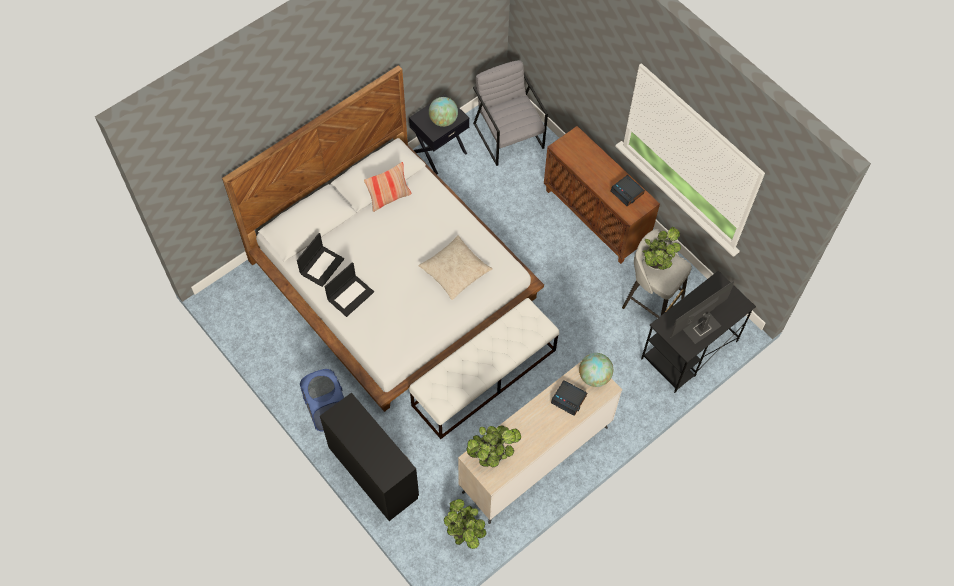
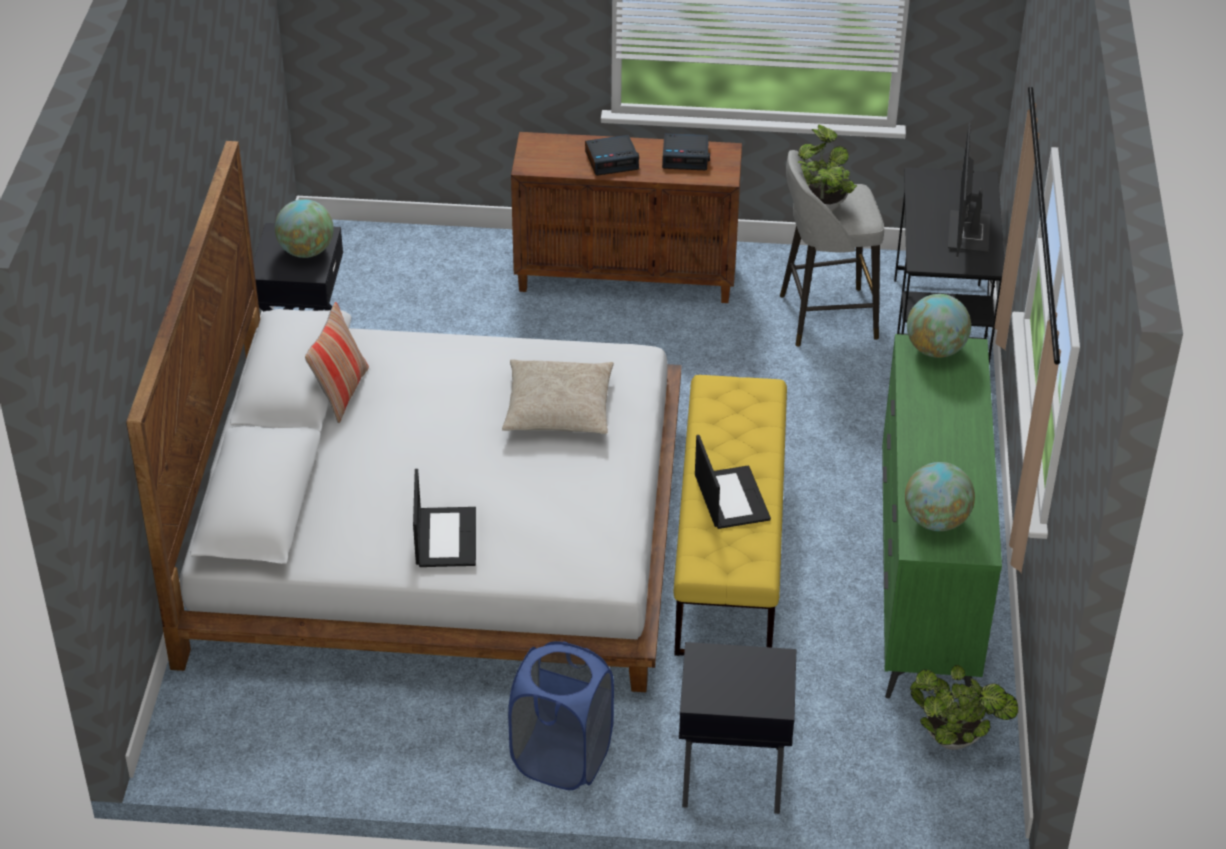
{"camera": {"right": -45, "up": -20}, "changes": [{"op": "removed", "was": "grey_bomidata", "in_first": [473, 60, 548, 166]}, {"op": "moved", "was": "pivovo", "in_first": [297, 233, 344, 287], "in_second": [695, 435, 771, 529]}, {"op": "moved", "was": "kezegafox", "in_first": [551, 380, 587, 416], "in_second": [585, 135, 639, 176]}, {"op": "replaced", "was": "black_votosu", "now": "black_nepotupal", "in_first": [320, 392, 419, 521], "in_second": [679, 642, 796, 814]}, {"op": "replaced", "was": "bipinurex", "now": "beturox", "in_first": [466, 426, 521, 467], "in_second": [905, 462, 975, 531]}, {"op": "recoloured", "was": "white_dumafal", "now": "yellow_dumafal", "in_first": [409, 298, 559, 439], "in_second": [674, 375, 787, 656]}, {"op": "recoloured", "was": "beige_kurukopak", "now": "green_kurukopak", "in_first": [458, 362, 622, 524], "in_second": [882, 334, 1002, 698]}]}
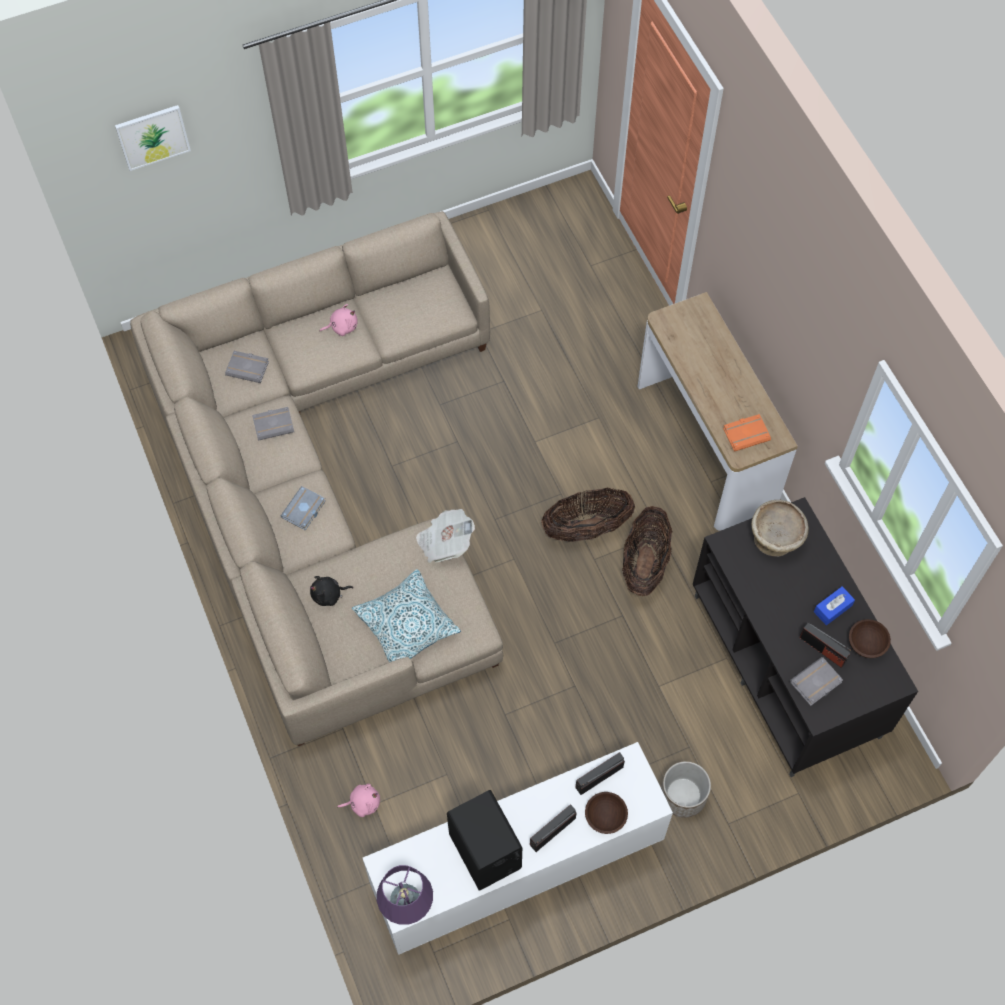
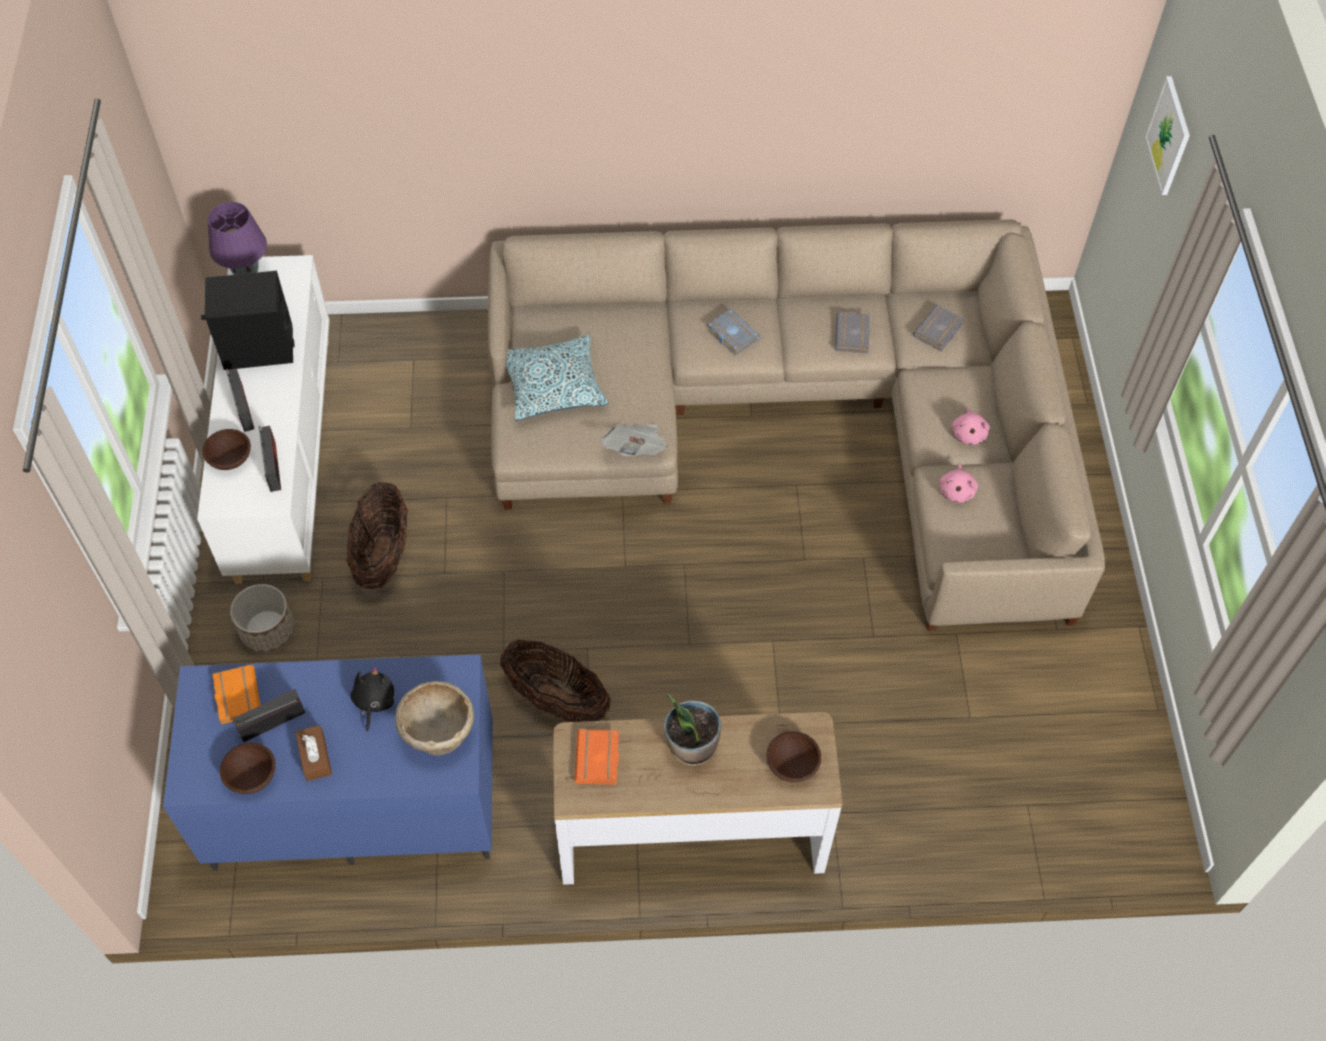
{"camera": {"right": 110, "up": -5}, "changes": [{"op": "added", "now": "bipinurex", "in_second": [664, 694, 721, 766]}, {"op": "added", "now": "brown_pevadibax", "in_second": [766, 731, 821, 783]}, {"op": "moved", "was": "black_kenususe", "in_first": [310, 576, 353, 606], "in_second": [350, 666, 394, 732]}, {"op": "moved", "was": "pink_kenususe", "in_first": [337, 784, 380, 817], "in_second": [939, 463, 978, 503]}, {"op": "moved", "was": "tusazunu", "in_first": [541, 488, 635, 542], "in_second": [346, 482, 408, 589]}, {"op": "recoloured", "was": "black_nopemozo", "now": "blue_nopemozo", "in_first": [692, 497, 918, 777], "in_second": [163, 654, 493, 871]}, {"op": "recoloured", "was": "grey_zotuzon", "now": "orange_zotuzon", "in_first": [790, 657, 843, 706], "in_second": [212, 665, 260, 724]}, {"op": "recoloured", "was": "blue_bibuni", "now": "brown_bibuni", "in_first": [814, 586, 855, 625], "in_second": [295, 725, 332, 781]}]}
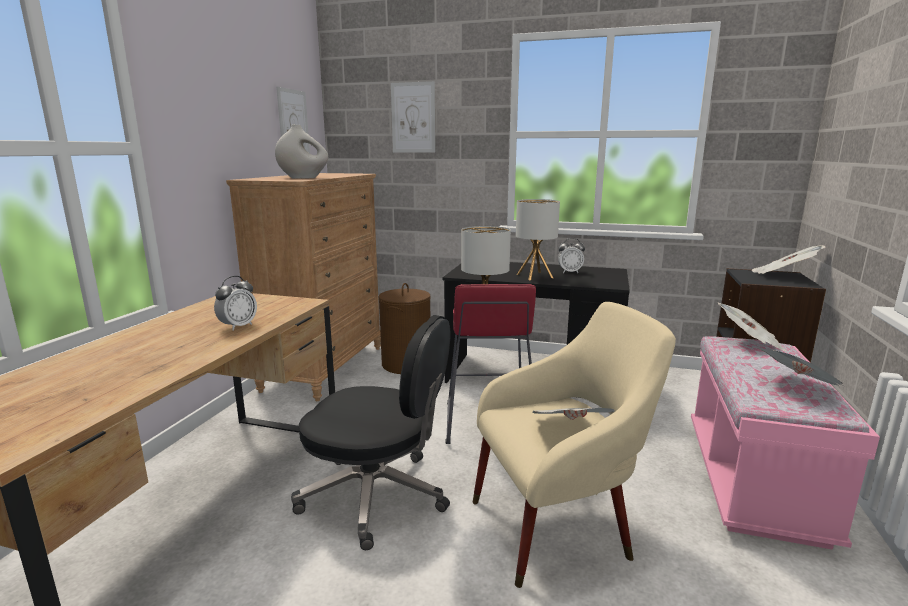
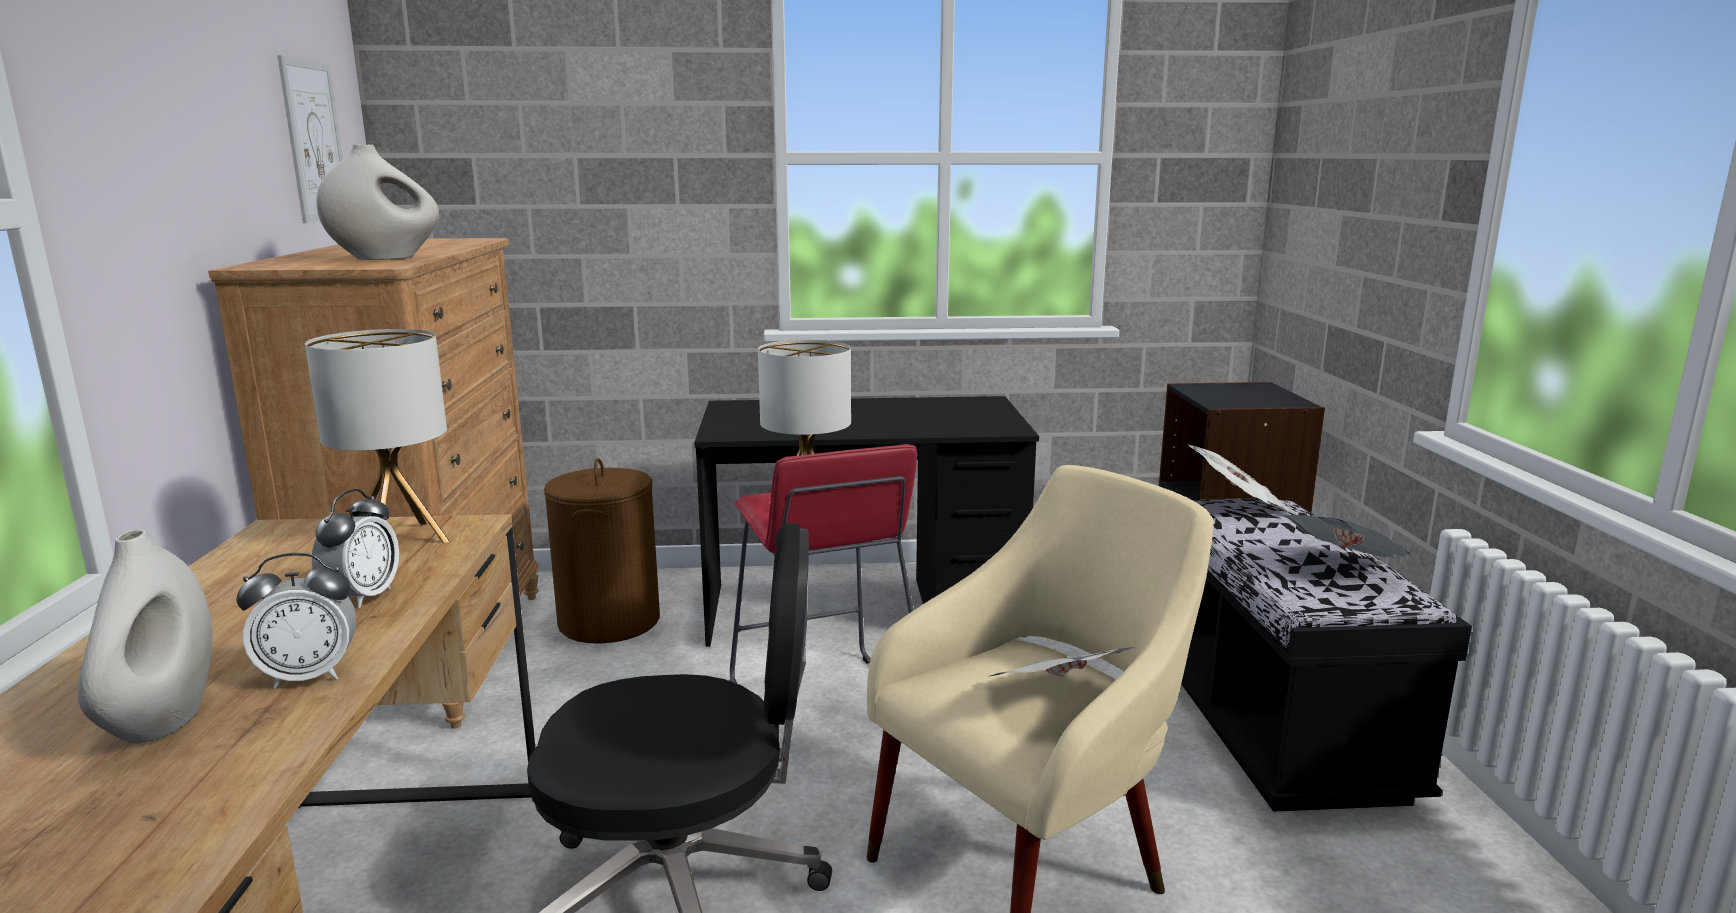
{"camera": {"right": -20, "up": 0}, "changes": [{"op": "removed", "was": "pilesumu", "in_first": [391, 81, 435, 153]}, {"op": "removed", "was": "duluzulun", "in_first": [751, 245, 825, 274]}, {"op": "added", "now": "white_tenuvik", "in_second": [77, 529, 212, 744]}, {"op": "moved", "was": "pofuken", "in_first": [516, 199, 560, 280], "in_second": [305, 329, 450, 543]}, {"op": "moved", "was": "kezegafox", "in_first": [558, 238, 585, 273], "in_second": [237, 553, 356, 688]}, {"op": "recoloured", "was": "pink_dumafal", "now": "black_dumafal", "in_first": [691, 336, 880, 550], "in_second": [1181, 498, 1472, 812]}]}
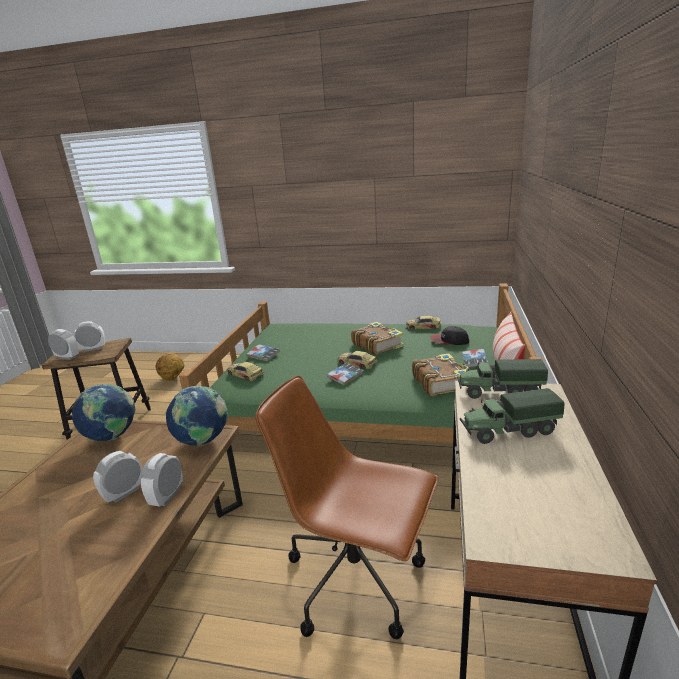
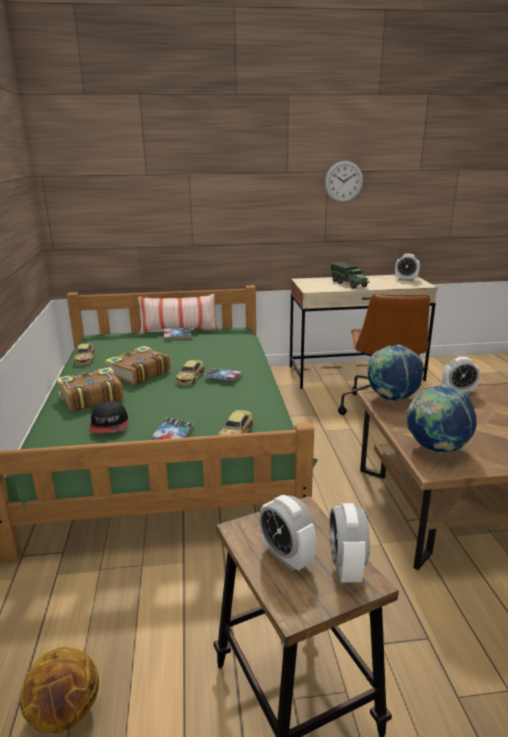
{"camera": {"right": -110, "up": 0}, "changes": [{"op": "removed", "was": "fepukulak", "in_first": [457, 359, 548, 399]}, {"op": "added", "now": "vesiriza", "in_second": [325, 161, 363, 202]}, {"op": "moved", "was": "kezegafox", "in_first": [93, 451, 143, 503], "in_second": [395, 254, 420, 281]}, {"op": "moved", "was": "zotuzon", "in_first": [412, 353, 469, 396], "in_second": [56, 367, 123, 411]}, {"op": "moved", "was": "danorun", "in_first": [431, 326, 469, 345], "in_second": [89, 401, 128, 433]}]}
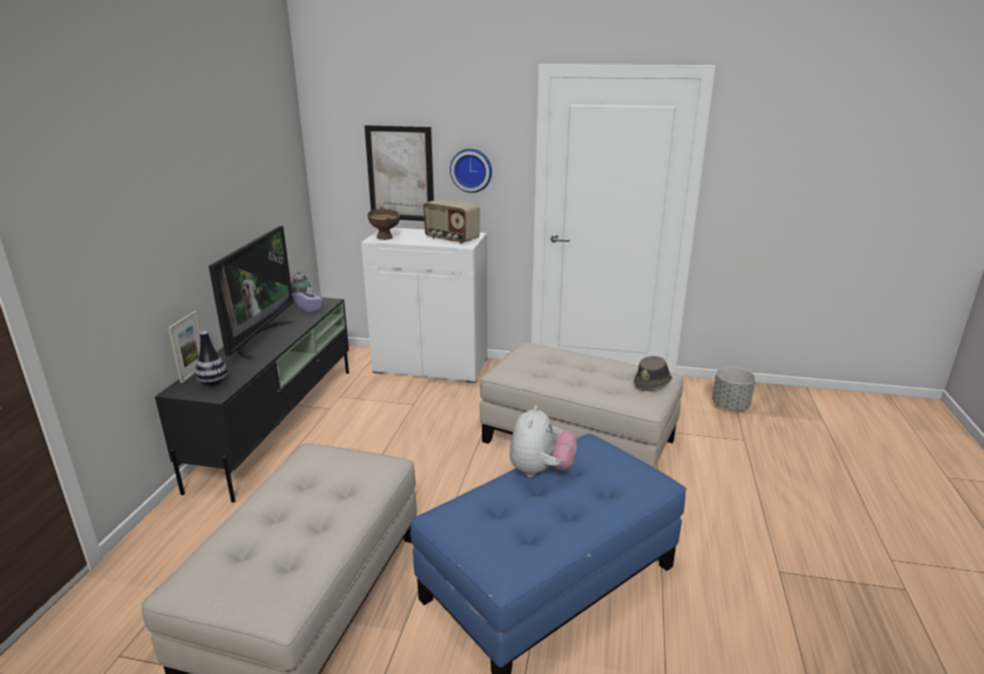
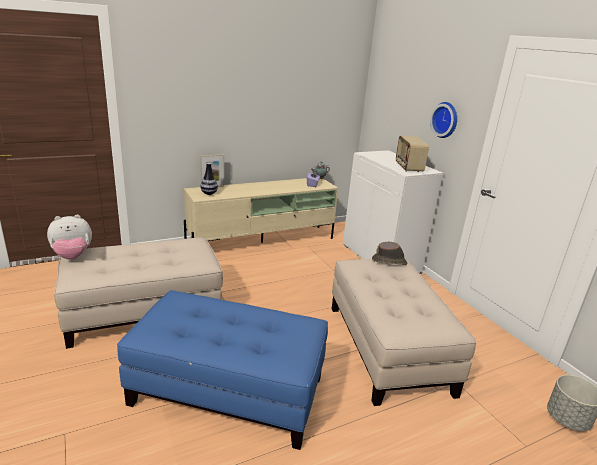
{"camera": {"right": 50, "up": 0}, "changes": [{"op": "removed", "was": "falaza", "in_first": [209, 226, 294, 360]}, {"op": "removed", "was": "pilesumu", "in_first": [364, 125, 434, 221]}, {"op": "removed", "was": "brown_pevadibax", "in_first": [367, 207, 400, 240]}, {"op": "moved", "was": "kenususe", "in_first": [510, 405, 577, 477], "in_second": [47, 215, 92, 260]}, {"op": "moved", "was": "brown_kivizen", "in_first": [634, 356, 672, 391], "in_second": [372, 242, 407, 265]}, {"op": "recoloured", "was": "black_nopemozo", "now": "beige_nopemozo", "in_first": [155, 296, 349, 503], "in_second": [184, 178, 338, 243]}]}
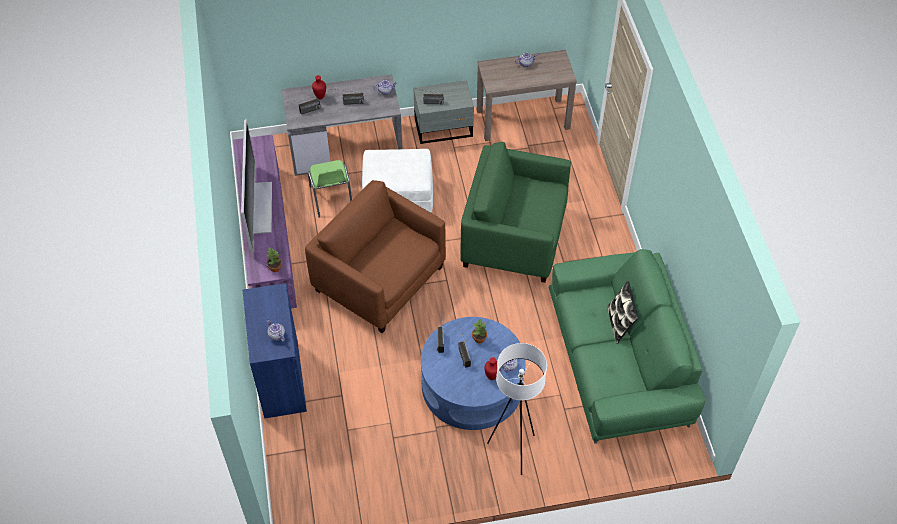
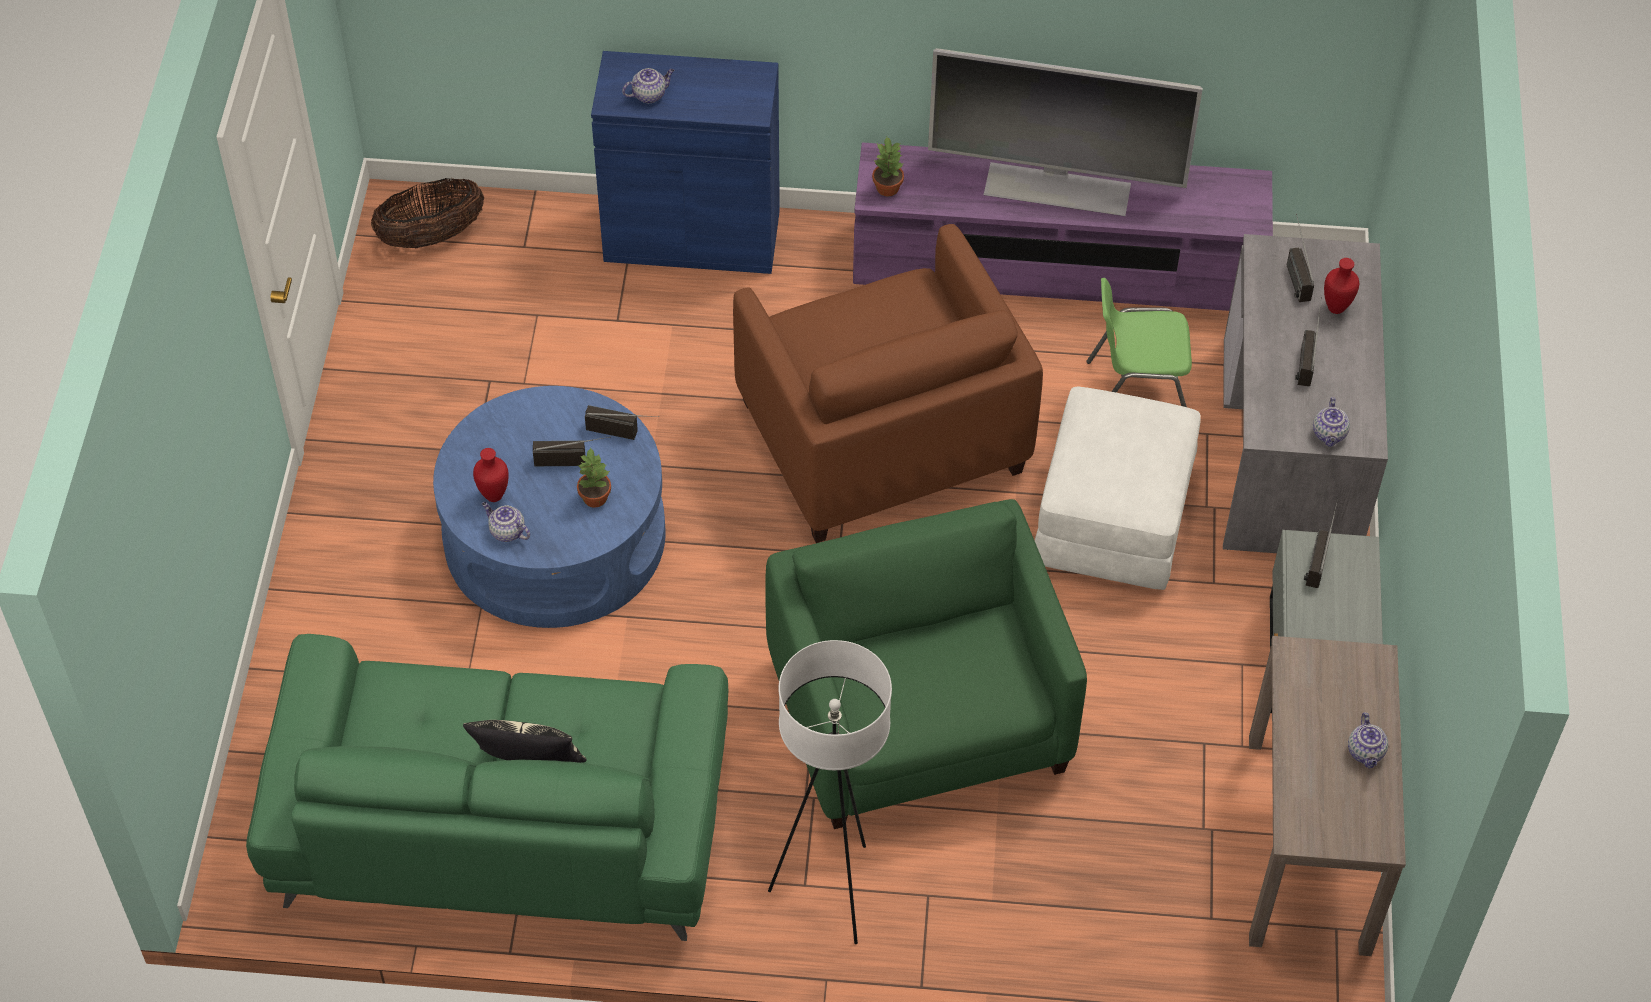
{"camera": {"right": 105, "up": 0}, "changes": [{"op": "added", "now": "tusazunu", "in_second": [371, 177, 484, 248]}, {"op": "moved", "was": "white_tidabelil", "in_first": [487, 343, 547, 475], "in_second": [768, 640, 892, 944]}, {"op": "turned", "was": "brown_bomidata", "in_first": [305, 180, 446, 333], "in_second": [733, 224, 1043, 543], "clockwise": 105}, {"op": "turned", "was": "green_bomidata", "in_first": [460, 142, 571, 283], "in_second": [765, 499, 1087, 829], "clockwise": -45}]}
